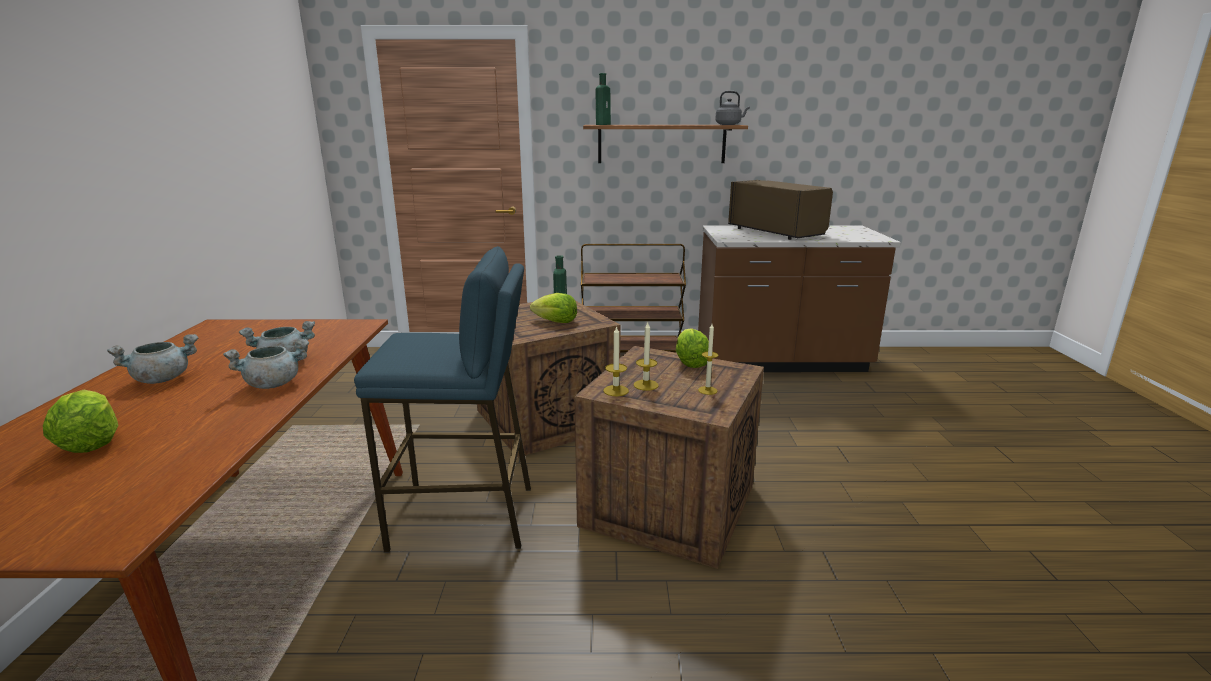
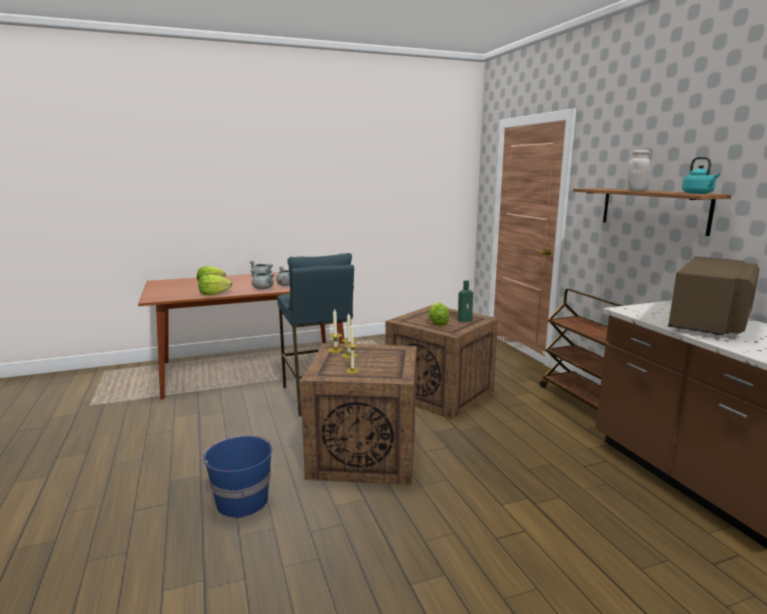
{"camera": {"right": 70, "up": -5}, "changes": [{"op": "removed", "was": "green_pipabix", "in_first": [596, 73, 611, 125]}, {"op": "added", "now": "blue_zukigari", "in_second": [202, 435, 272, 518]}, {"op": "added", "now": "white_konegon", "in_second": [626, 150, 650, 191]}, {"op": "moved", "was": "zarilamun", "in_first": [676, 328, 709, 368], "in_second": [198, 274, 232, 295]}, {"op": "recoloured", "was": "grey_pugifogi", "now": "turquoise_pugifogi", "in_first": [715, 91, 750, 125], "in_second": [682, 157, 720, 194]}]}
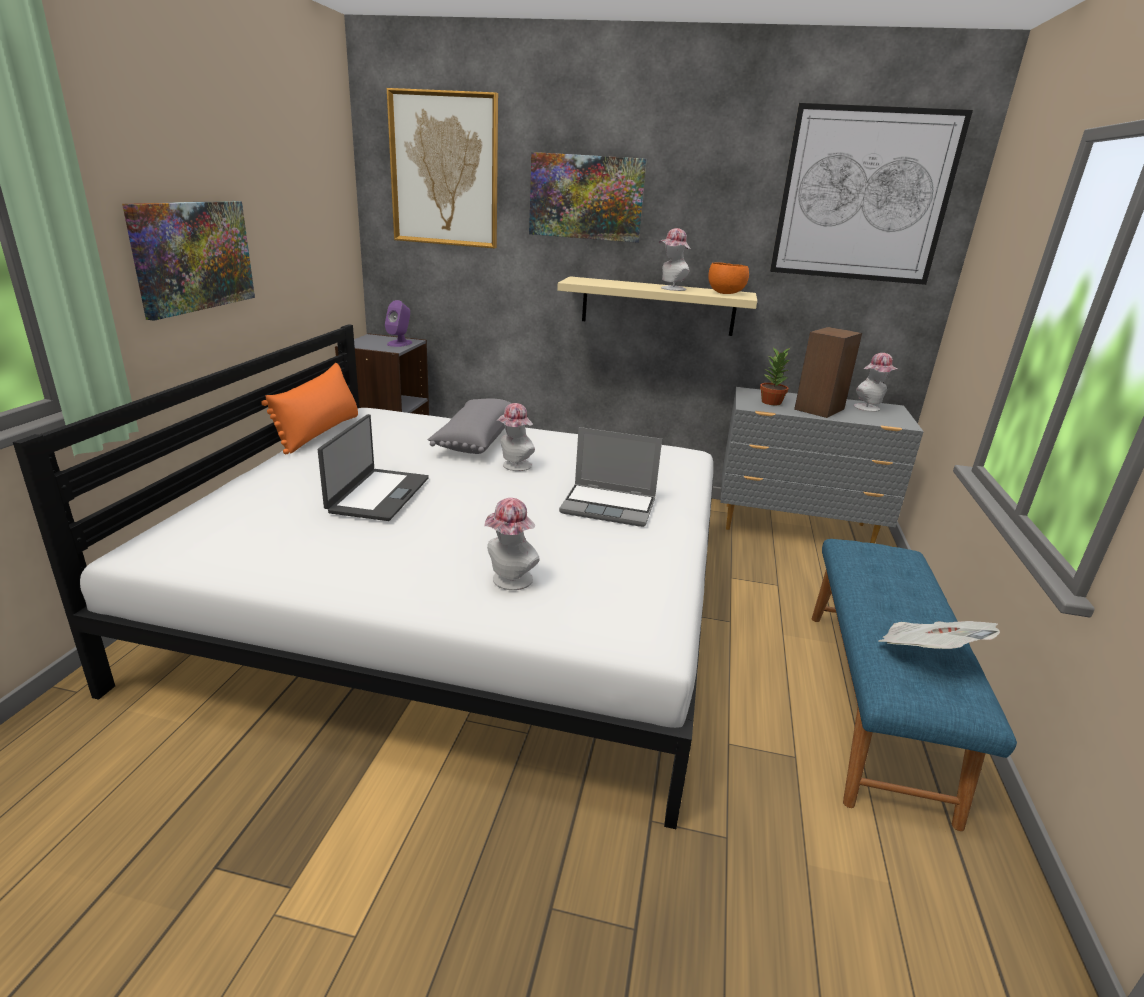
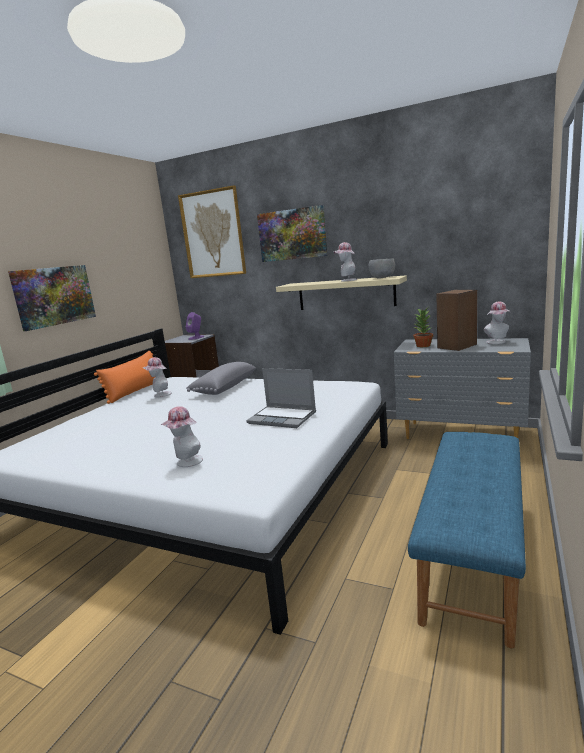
{"camera": {"right": 15, "up": -10}, "changes": [{"op": "removed", "was": "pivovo", "in_first": [318, 414, 429, 521]}, {"op": "removed", "was": "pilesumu", "in_first": [770, 103, 973, 285]}, {"op": "removed", "was": "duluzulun", "in_first": [879, 621, 1000, 649]}, {"op": "moved", "was": "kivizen", "in_first": [496, 403, 535, 471], "in_second": [143, 357, 172, 397]}, {"op": "recoloured", "was": "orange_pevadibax", "now": "grey_pevadibax", "in_first": [708, 263, 749, 294], "in_second": [368, 258, 395, 279]}]}
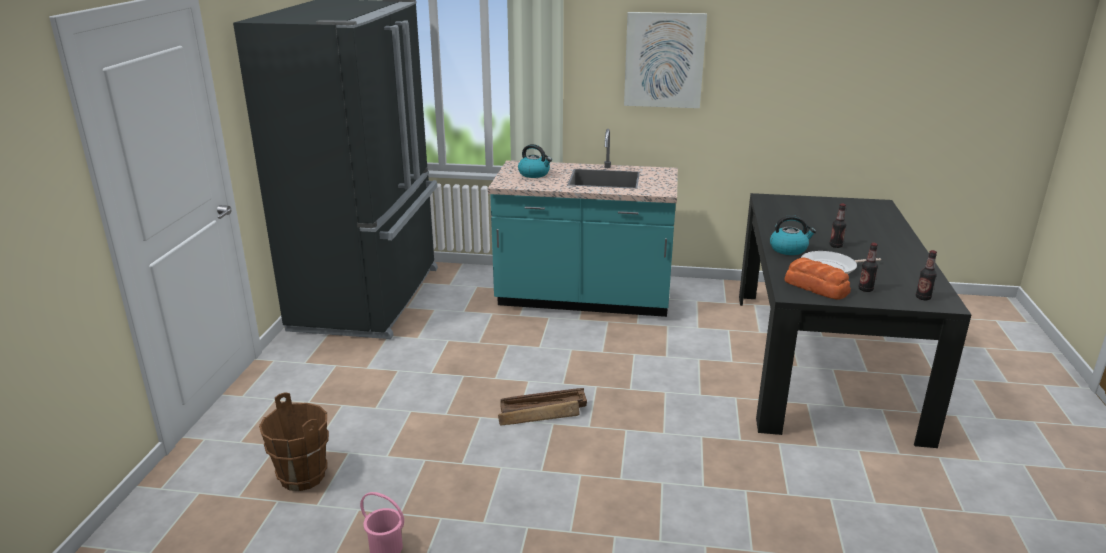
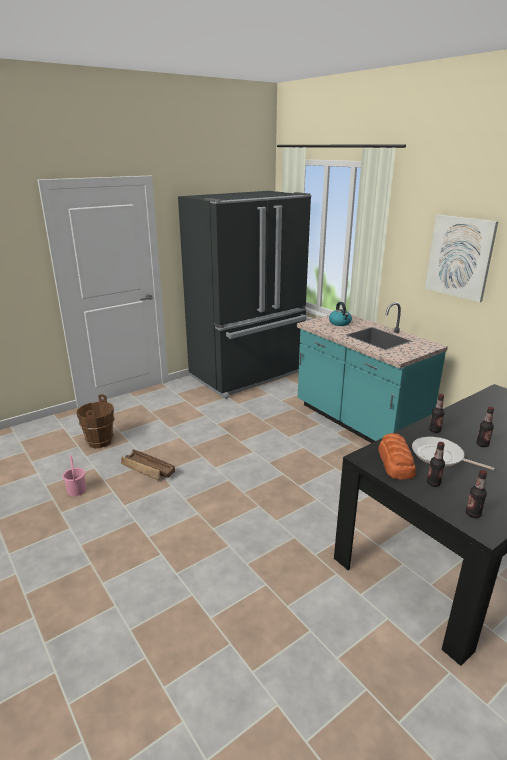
{"camera": {"right": 45, "up": 0}, "changes": [{"op": "moved", "was": "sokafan", "in_first": [498, 388, 587, 425], "in_second": [121, 449, 175, 481]}, {"op": "replaced", "was": "pugifogi", "now": "pipabix", "in_first": [770, 215, 816, 255], "in_second": [429, 394, 445, 433]}]}
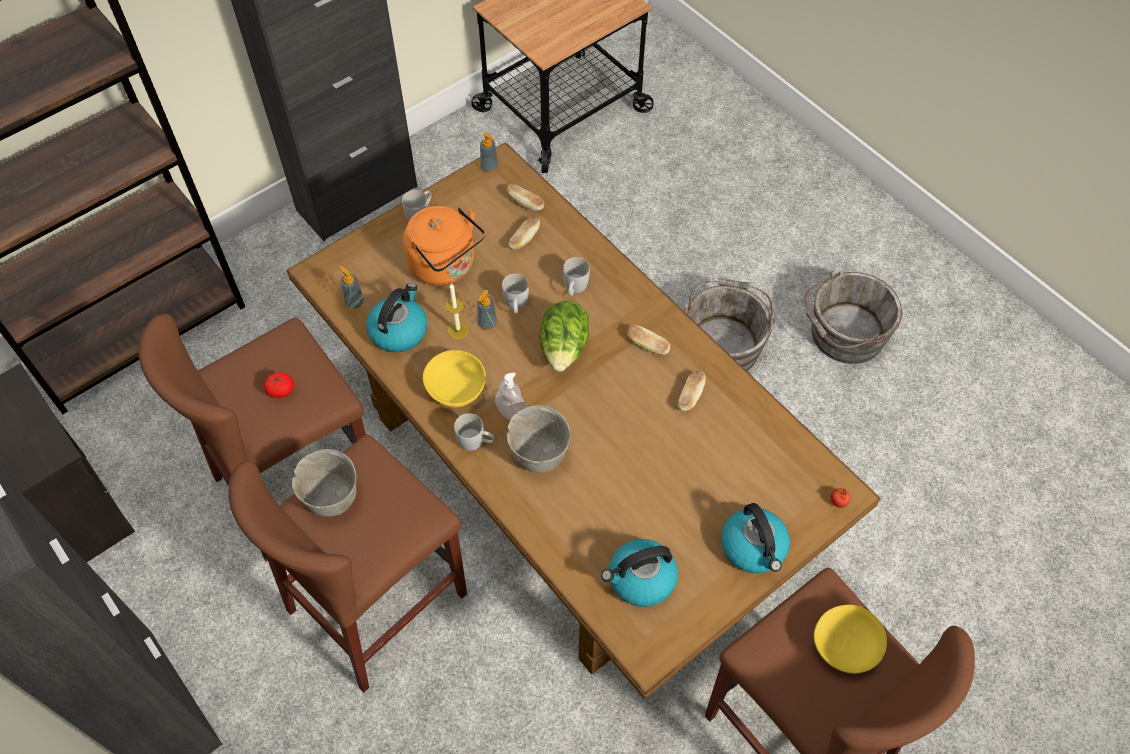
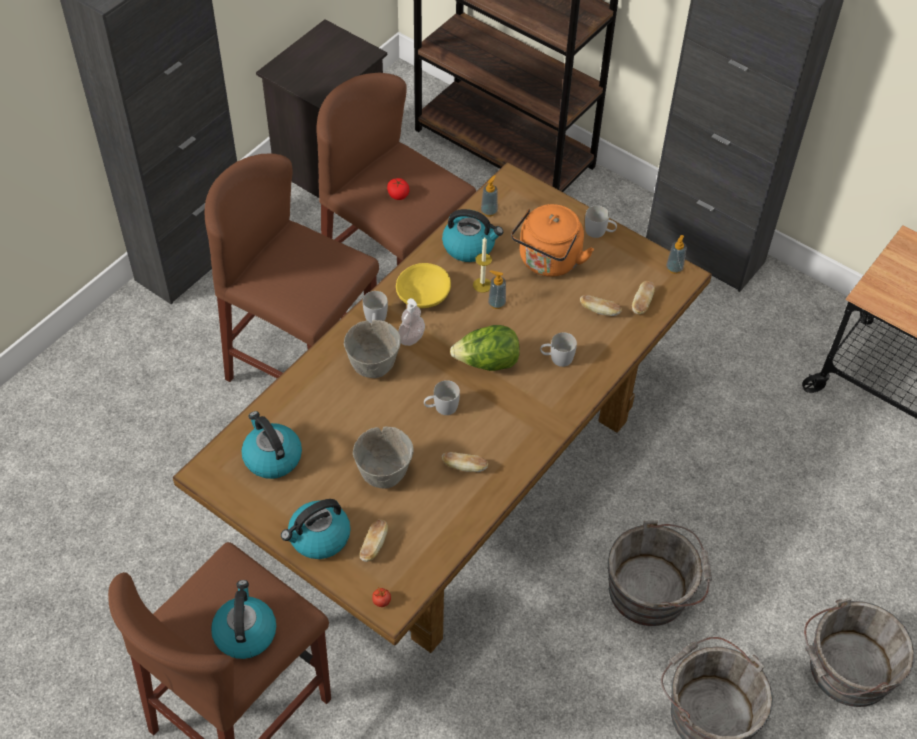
{"camera": {"right": 75, "up": -5}, "changes": [{"op": "added", "now": "grey_zukigari", "in_second": [804, 598, 914, 707]}, {"op": "moved", "was": "grey_pevadibax", "in_first": [292, 449, 357, 517], "in_second": [353, 426, 414, 489]}, {"op": "moved", "was": "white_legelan", "in_first": [502, 274, 529, 314], "in_second": [424, 380, 460, 415]}, {"op": "moved", "was": "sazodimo", "in_first": [627, 325, 670, 355], "in_second": [359, 520, 388, 562]}, {"op": "replaced", "was": "yellow_pevadibax", "now": "pugifogi", "in_first": [814, 605, 887, 674], "in_second": [211, 580, 276, 659]}]}
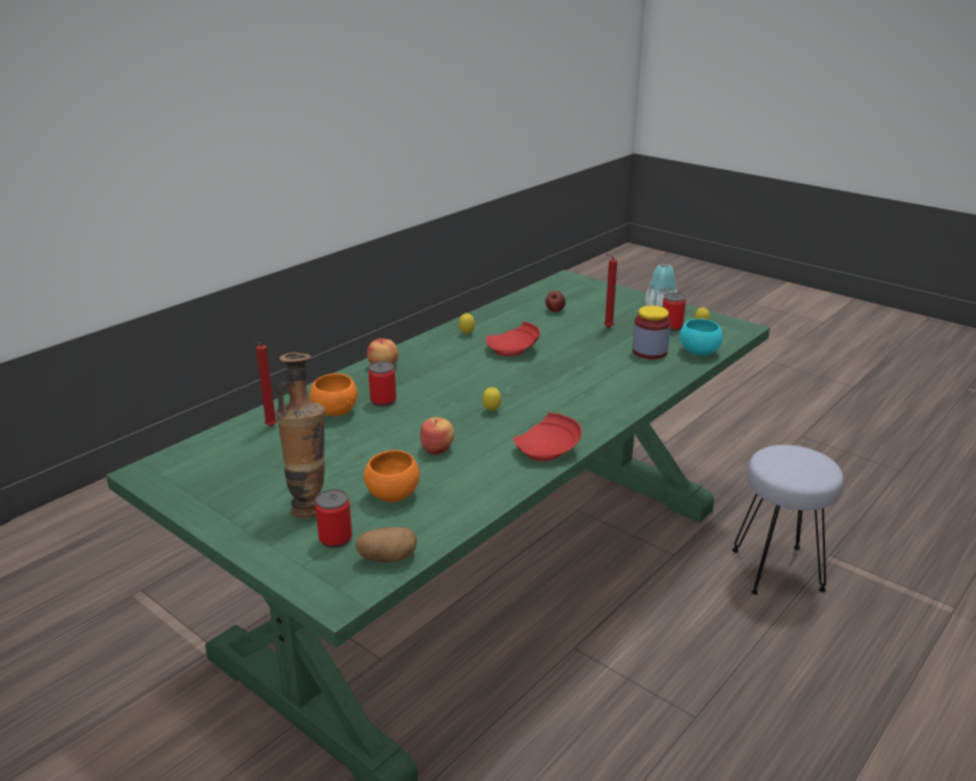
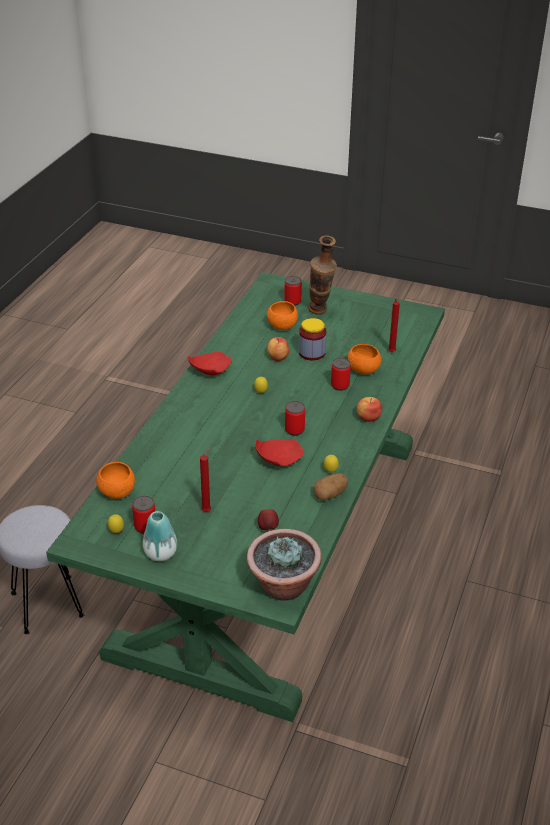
{"camera": {"right": 160, "up": 10}, "changes": [{"op": "added", "now": "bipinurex", "in_second": [247, 529, 322, 601]}, {"op": "added", "now": "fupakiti", "in_second": [285, 401, 305, 436]}, {"op": "moved", "was": "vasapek", "in_first": [356, 527, 417, 563], "in_second": [314, 473, 348, 500]}, {"op": "moved", "was": "konegon", "in_first": [632, 306, 671, 359], "in_second": [299, 318, 326, 360]}, {"op": "recoloured", "was": "turquoise_pevadibax", "now": "orange_pevadibax", "in_first": [680, 319, 723, 356], "in_second": [96, 462, 135, 499]}]}
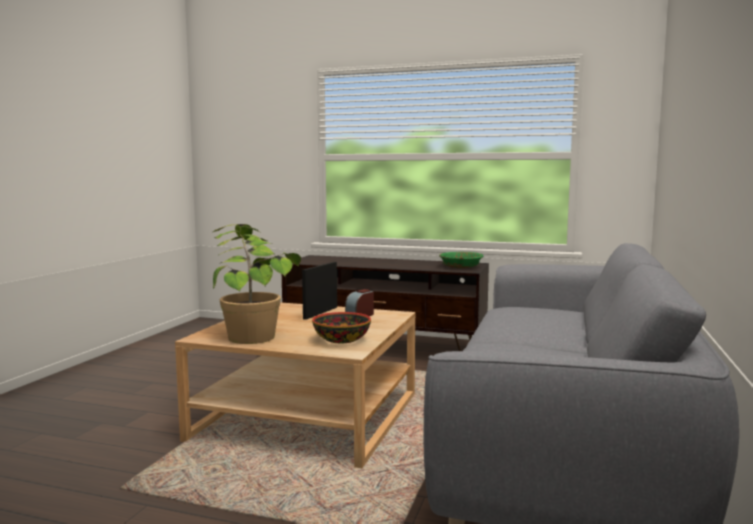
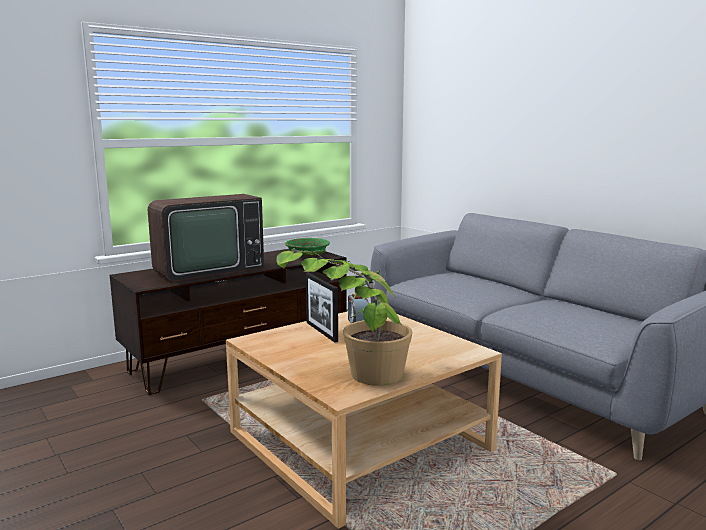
{"camera": {"right": -55, "up": 5}, "changes": [{"op": "removed", "was": "pevadibax", "in_first": [312, 312, 371, 343]}, {"op": "added", "now": "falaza", "in_second": [148, 194, 264, 281]}]}
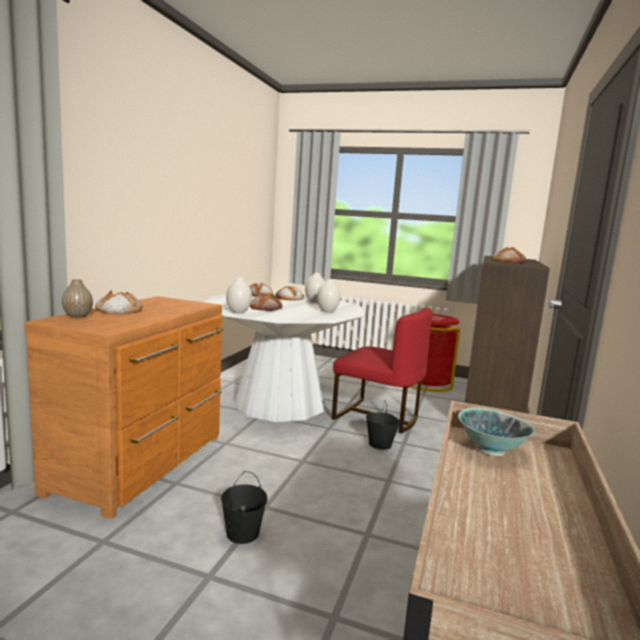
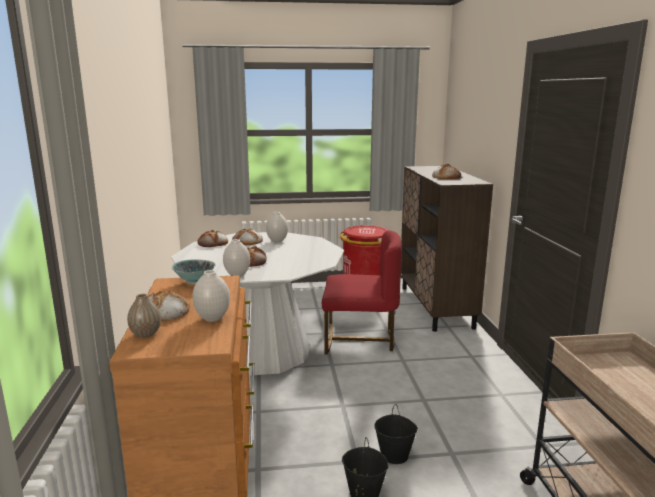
{"camera": {"right": -25, "up": 5}, "changes": [{"op": "moved", "was": "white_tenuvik", "in_first": [317, 279, 341, 313], "in_second": [192, 270, 230, 322]}, {"op": "moved", "was": "black_zukigari", "in_first": [366, 401, 400, 450], "in_second": [374, 404, 418, 464]}, {"op": "moved", "was": "pevadibax", "in_first": [458, 408, 535, 456], "in_second": [171, 259, 215, 285]}]}
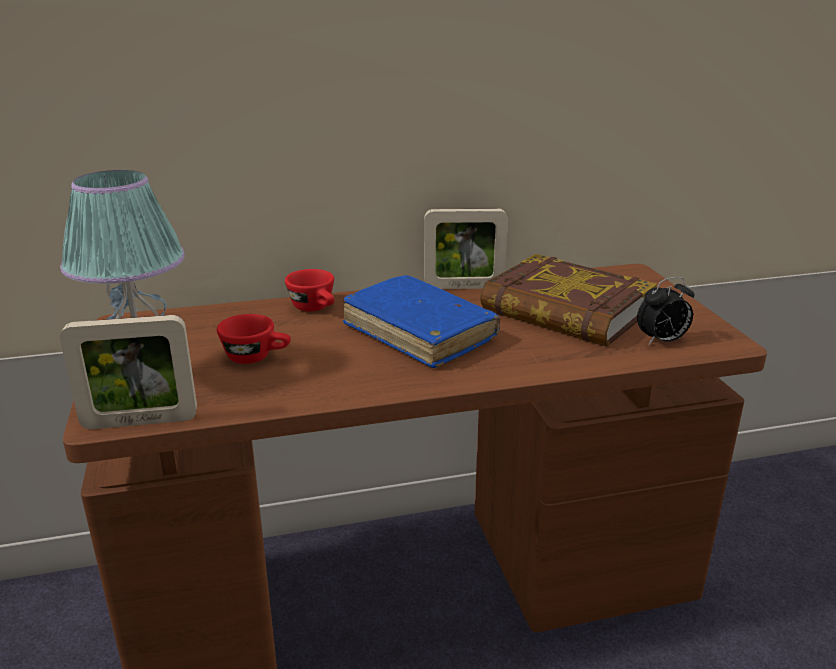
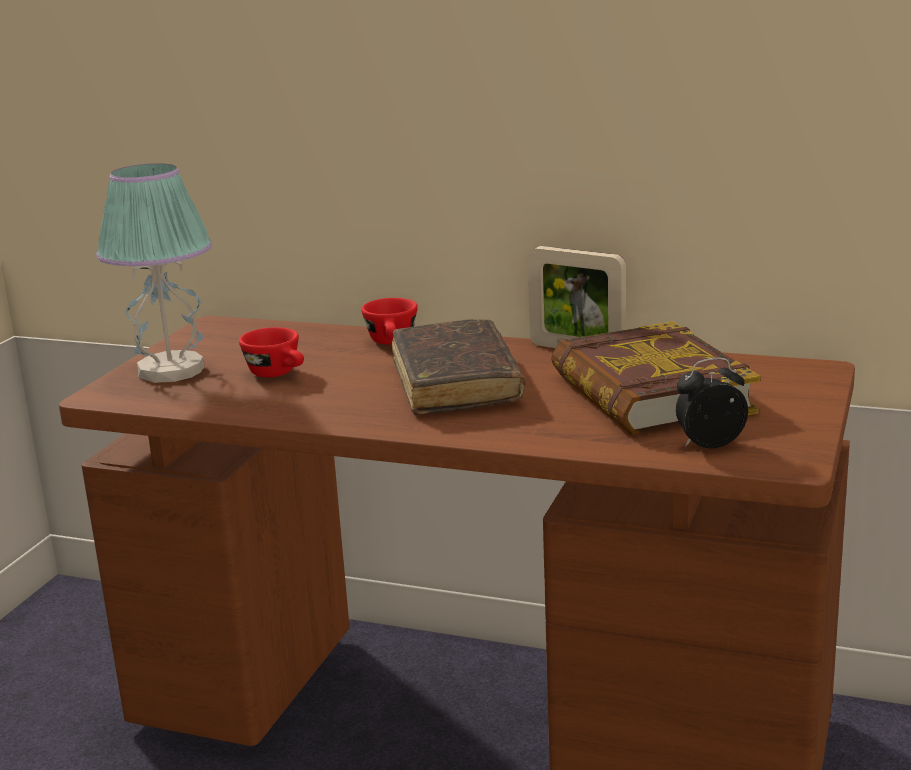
{"camera": {"right": 35, "up": -5}, "changes": [{"op": "removed", "was": "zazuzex", "in_first": [60, 315, 197, 429]}, {"op": "recoloured", "was": "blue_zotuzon", "now": "brown_zotuzon", "in_first": [343, 275, 500, 368], "in_second": [392, 319, 525, 415]}, {"op": "turned", "was": "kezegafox", "in_first": [637, 277, 695, 345], "in_second": [676, 358, 748, 449], "clockwise": 150}]}
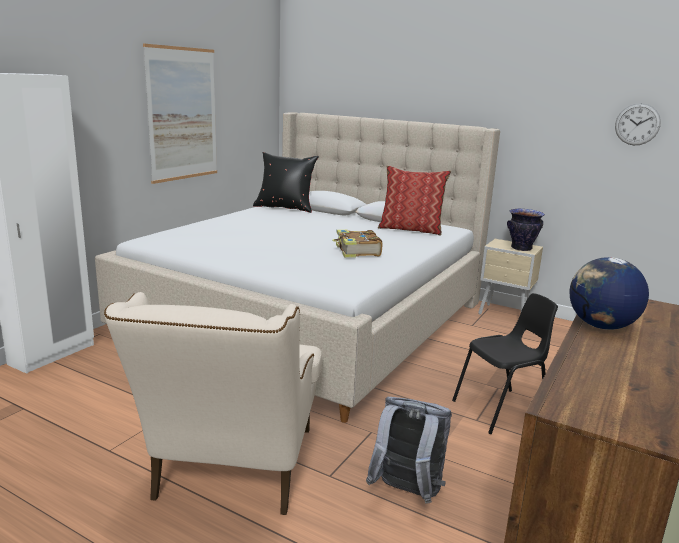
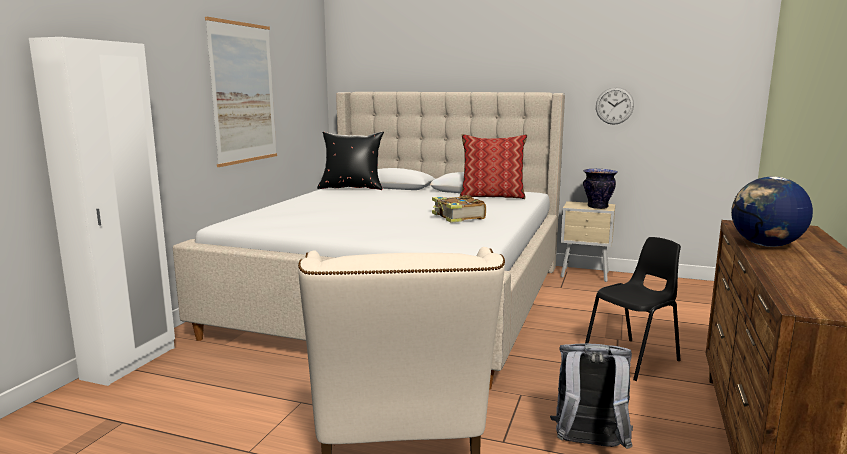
{"camera": {"right": -10, "up": -5}, "changes": [{"op": "moved", "was": "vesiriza", "in_first": [615, 103, 661, 145], "in_second": [596, 87, 634, 125]}]}
